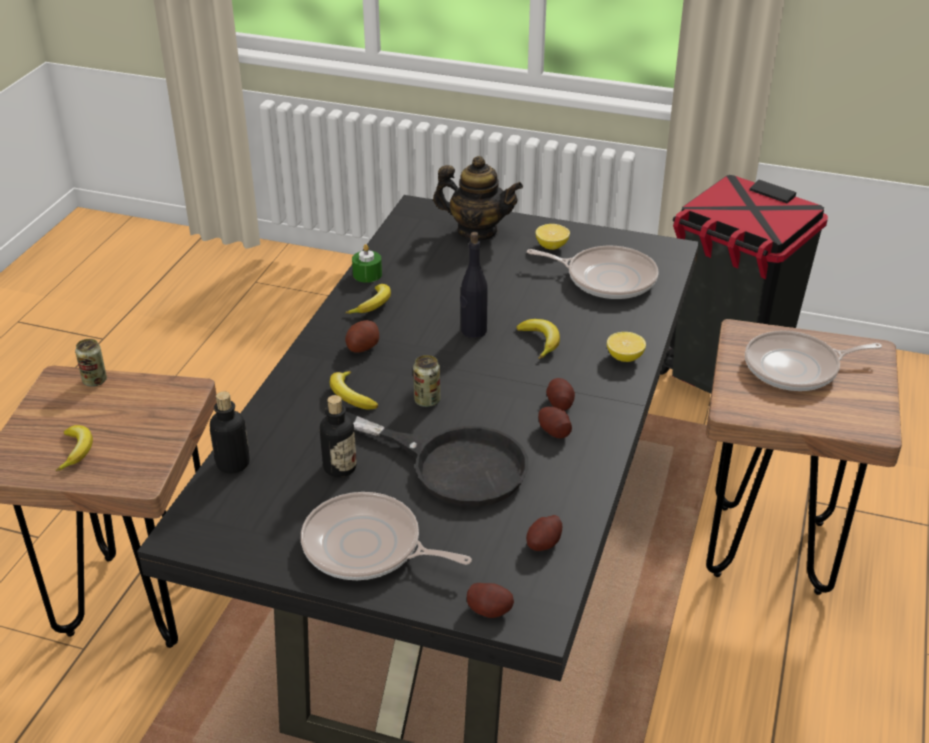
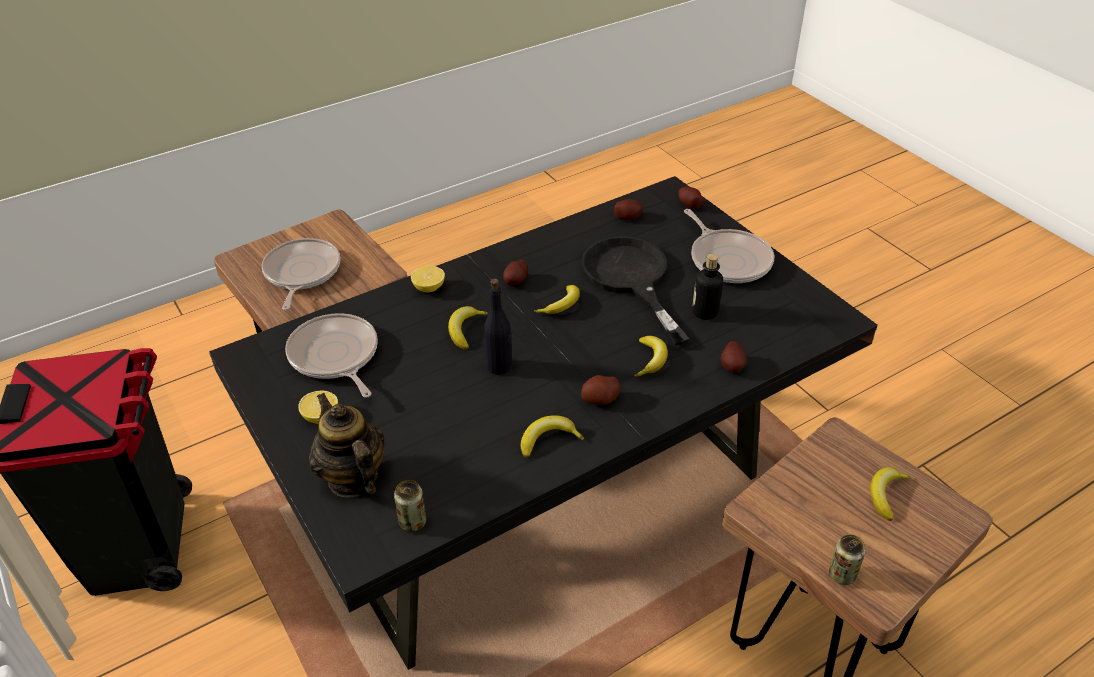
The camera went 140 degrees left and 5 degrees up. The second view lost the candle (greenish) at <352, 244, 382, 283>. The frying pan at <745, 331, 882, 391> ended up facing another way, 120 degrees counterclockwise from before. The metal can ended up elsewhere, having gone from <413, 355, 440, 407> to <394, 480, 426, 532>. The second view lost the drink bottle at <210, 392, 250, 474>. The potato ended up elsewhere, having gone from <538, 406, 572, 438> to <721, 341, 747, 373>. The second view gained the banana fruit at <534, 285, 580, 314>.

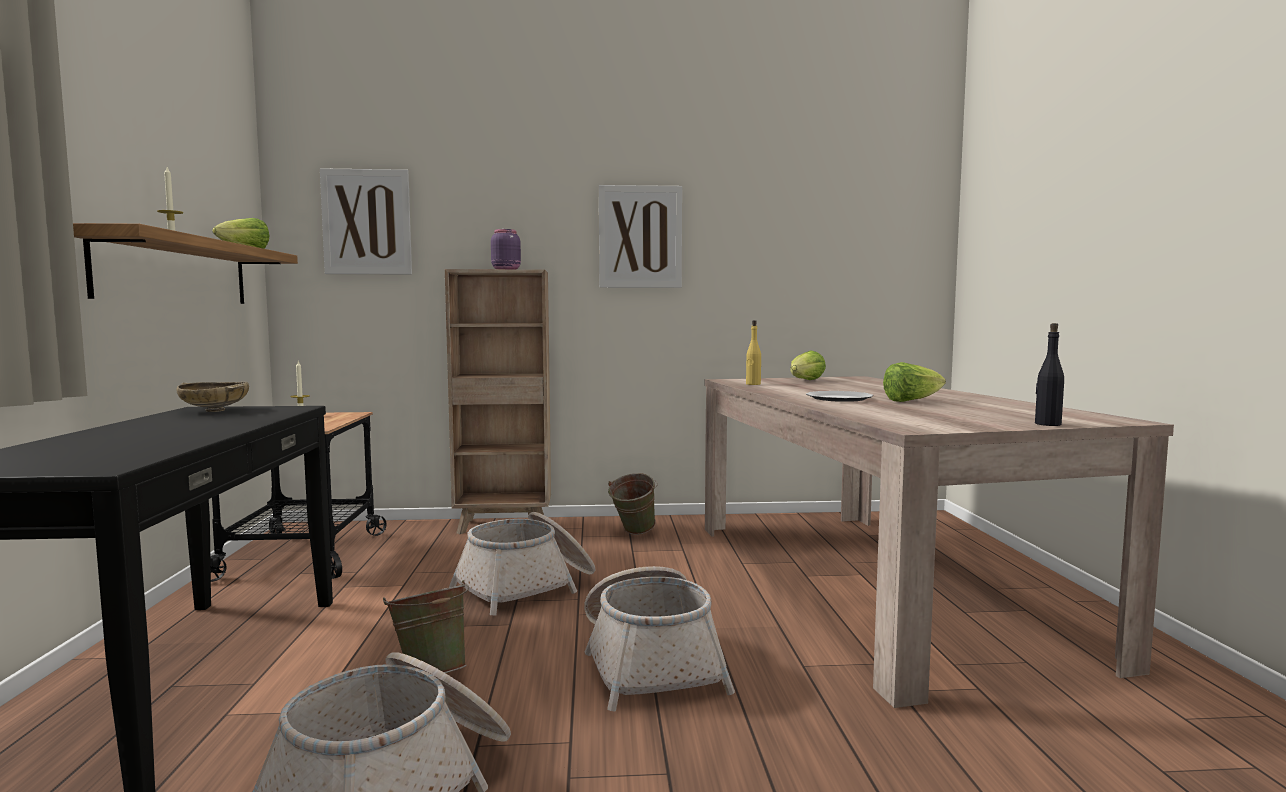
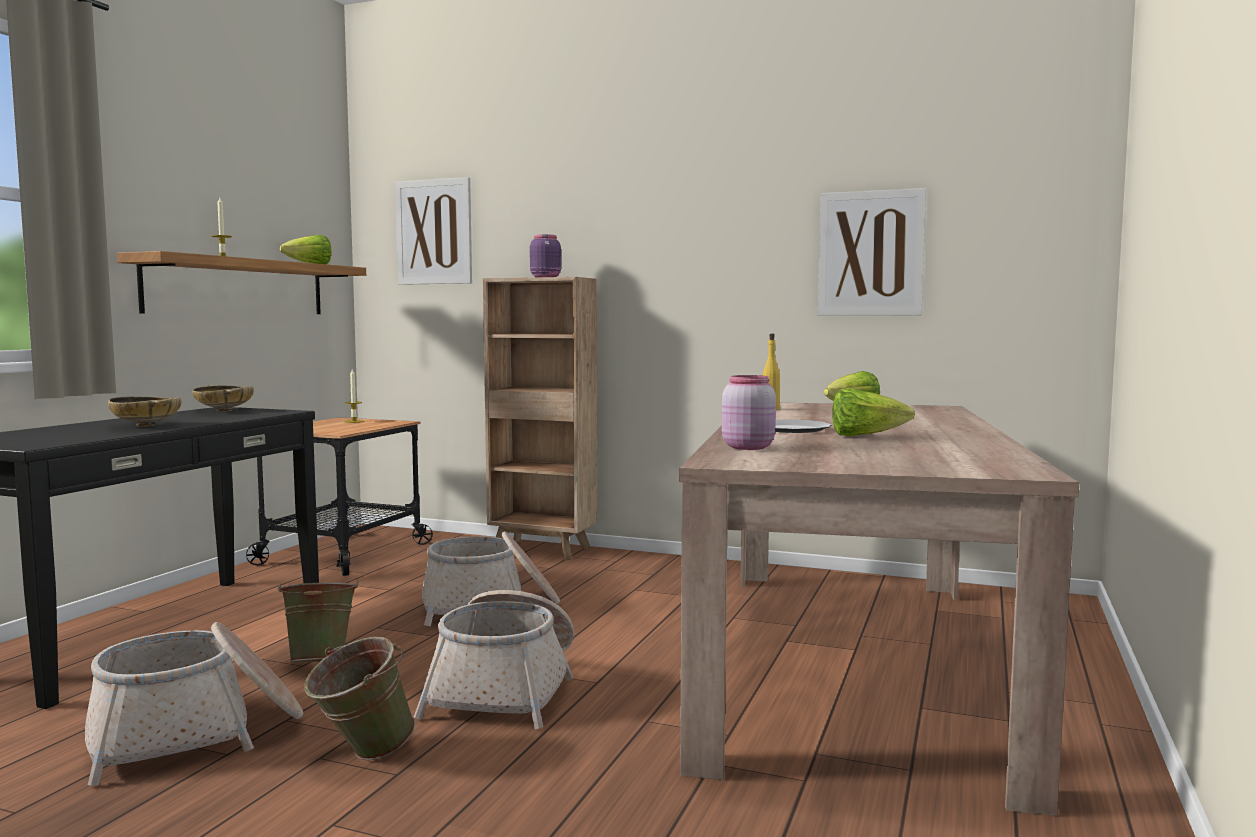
The camera went 25 degrees right and 0 degrees up. The picture ended up elsewhere, having gone from <599, 185, 682, 288> to <818, 188, 926, 316>. The second view lost the drink bottle (black-coloured) at <1035, 323, 1064, 426>. The bucket (greenish) ended up elsewhere, having gone from <608, 473, 658, 535> to <304, 637, 415, 760>. The second view gained the storage jar (pink-coloured) at <722, 375, 776, 450>. The second view gained the serving bowl (sand-coloured) at <108, 396, 182, 427>.

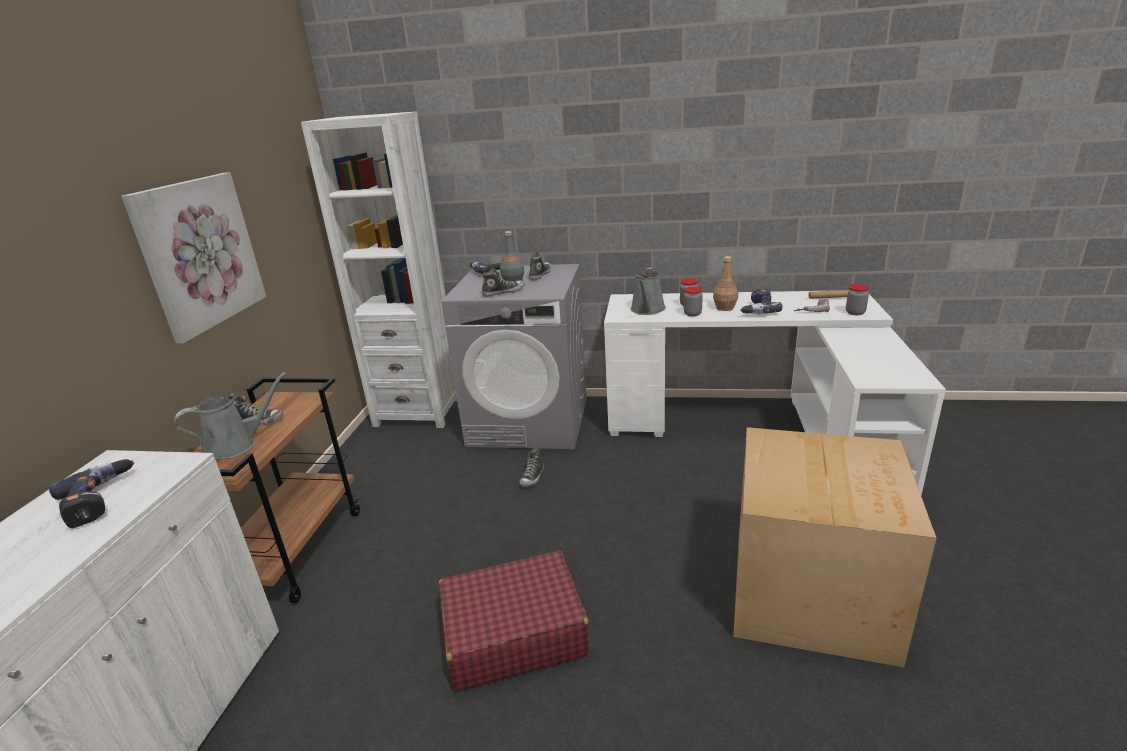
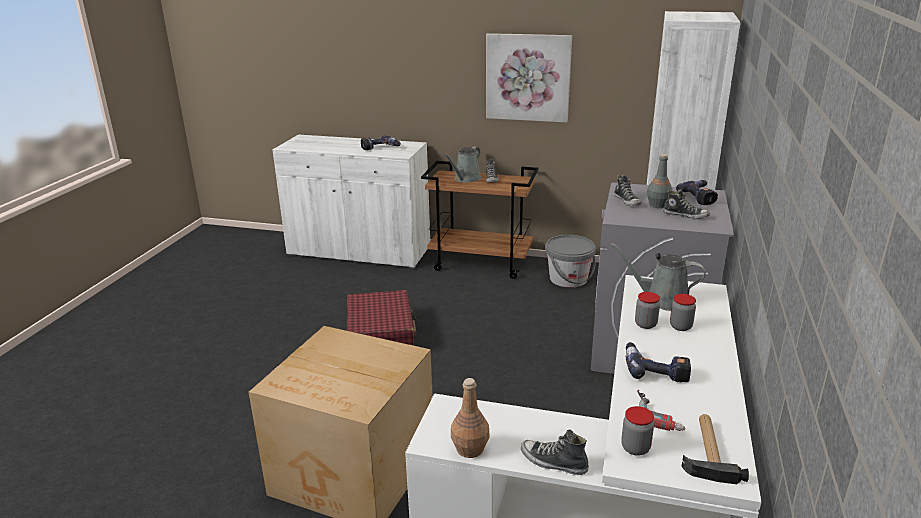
The camera went 95 degrees right and 0 degrees up. The drink bottle (brownish) ended up elsewhere, having gone from <713, 256, 738, 311> to <451, 378, 490, 458>. The watering pot (greyish) at <174, 372, 286, 459> ended up facing another way, 60 degrees clockwise from before. The low shoe ended up elsewhere, having gone from <519, 448, 544, 487> to <521, 430, 589, 475>. The second view gained the bucket (greyish) at <545, 235, 596, 288>.

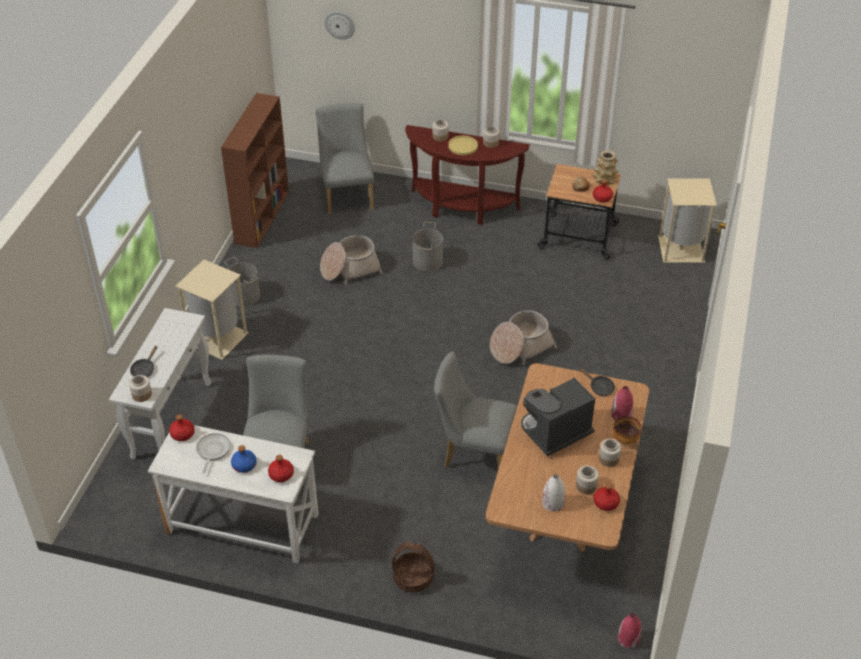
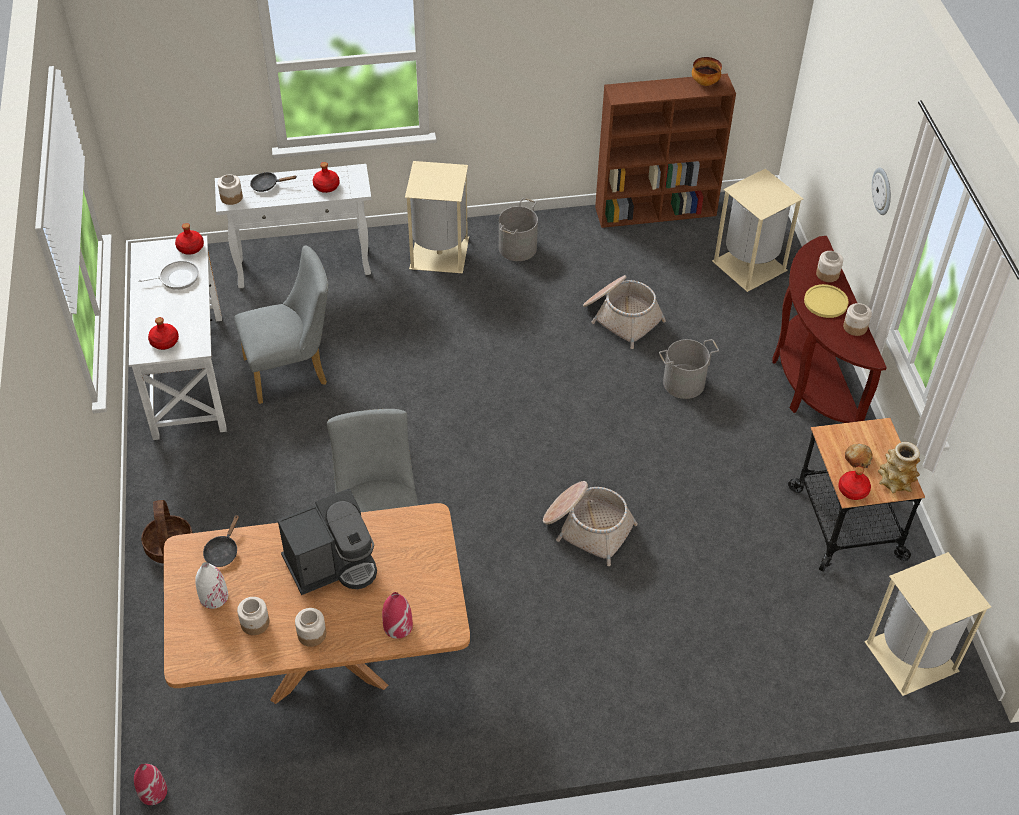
The camera went 65 degrees right and 5 degrees up. The wall clock ended up elsewhere, having gone from <324, 11, 355, 40> to <872, 168, 891, 215>. Where the chair (greyish) stood at <315, 103, 374, 215>, the rubbish bin (sand-coloured) came to stand at <712, 168, 803, 292>. The frying pan (black-coloured) ended up elsewhere, having gone from <579, 368, 615, 396> to <203, 515, 239, 567>. The coffee machine at <521, 377, 595, 456> ended up facing another way, 120 degrees clockwise from before. The serving bowl ended up elsewhere, having gone from <613, 416, 642, 444> to <692, 57, 722, 86>. The second view lost the drink bottle (blue) at <231, 445, 257, 473>. The drink bottle (reddish) ended up elsewhere, having gone from <594, 483, 620, 511> to <313, 162, 340, 193>.

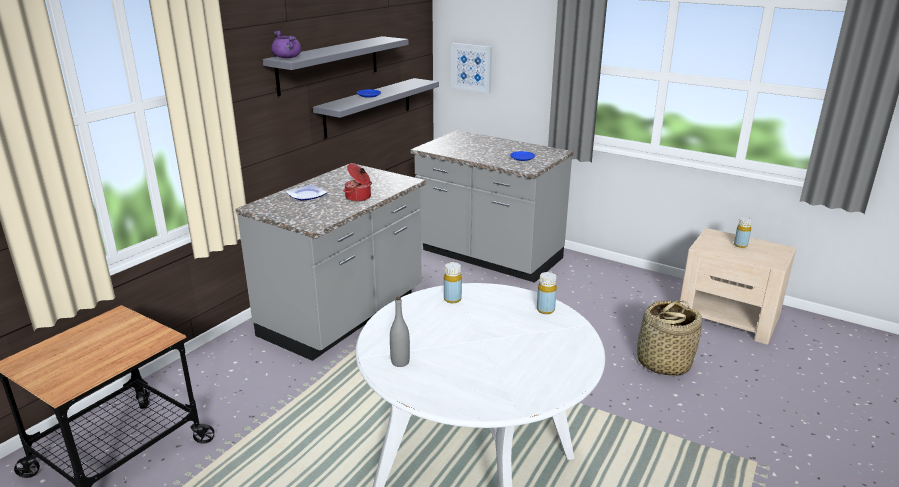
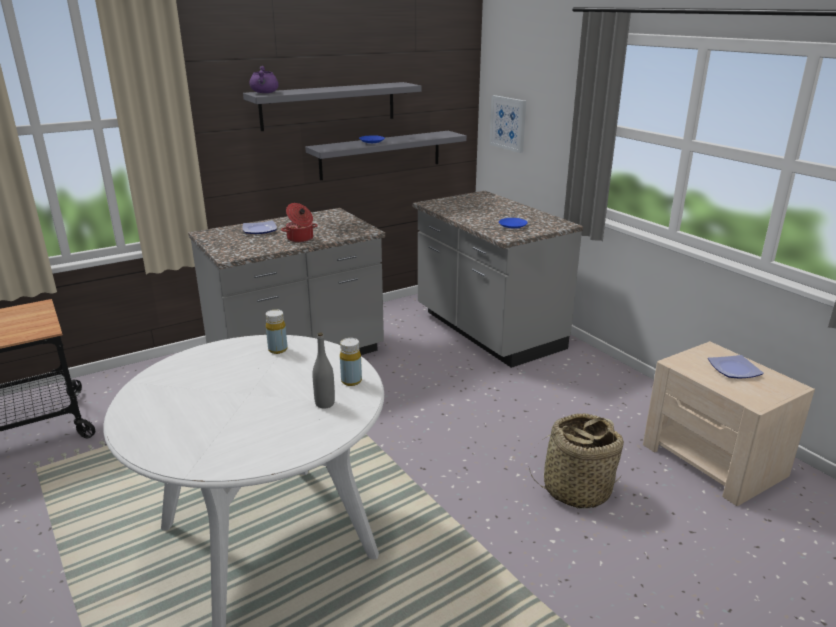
The camera went 25 degrees right and 0 degrees up. Where the drink bottle (yellow) stood at <734, 217, 752, 248>, the flat dish came to stand at <708, 355, 764, 379>. The drink bottle (greyish) ended up elsewhere, having gone from <390, 297, 410, 367> to <312, 332, 335, 408>.

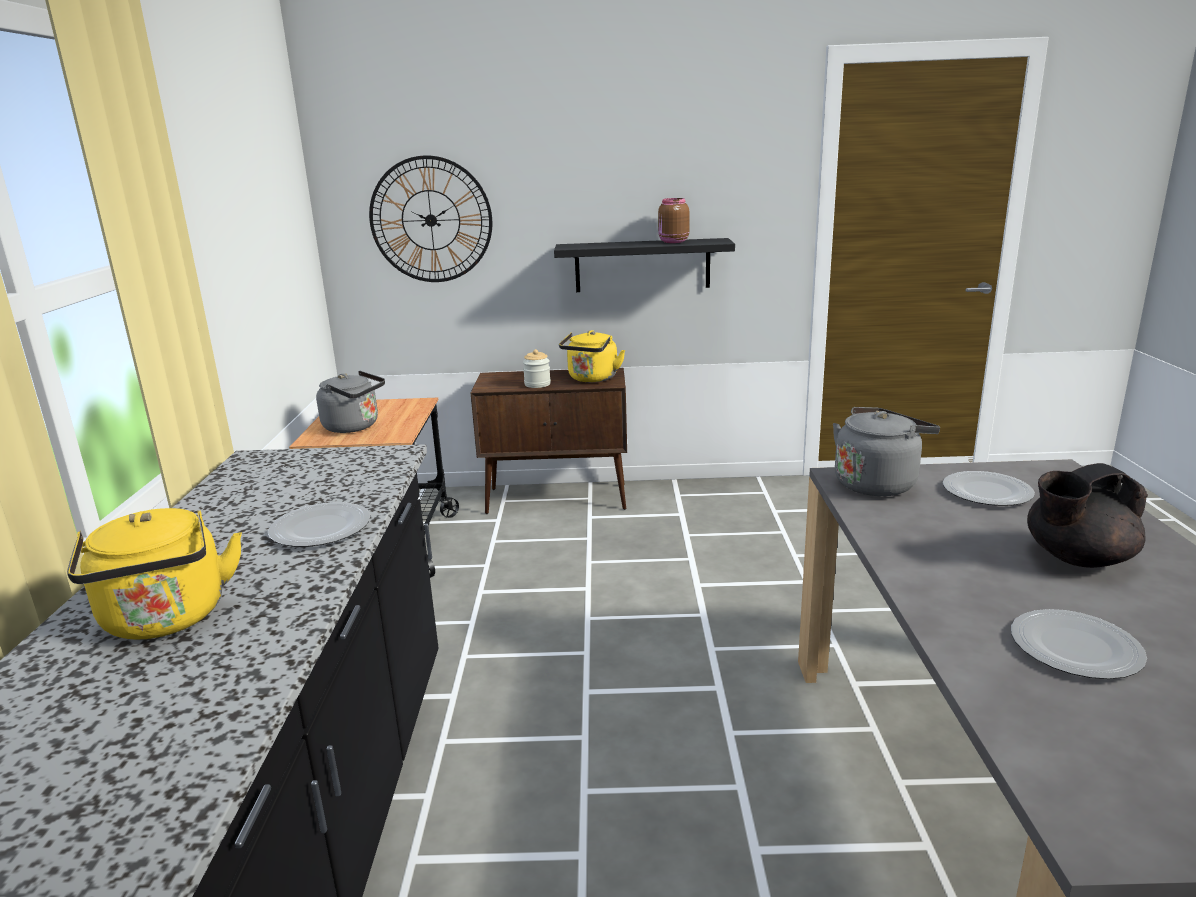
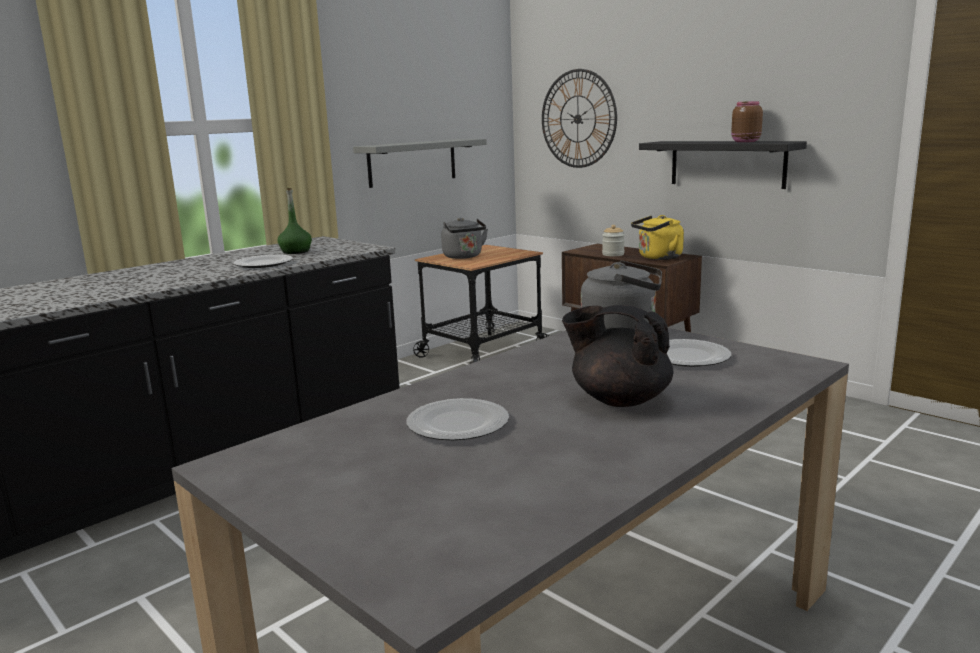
The camera went 45 degrees right and 5 degrees down. The second view lost the tea kettle (yellow) at <67, 508, 242, 639>. The second view gained the shelf (greyish) at <353, 139, 487, 188>. The second view gained the drink bottle (greenish) at <278, 188, 312, 254>.

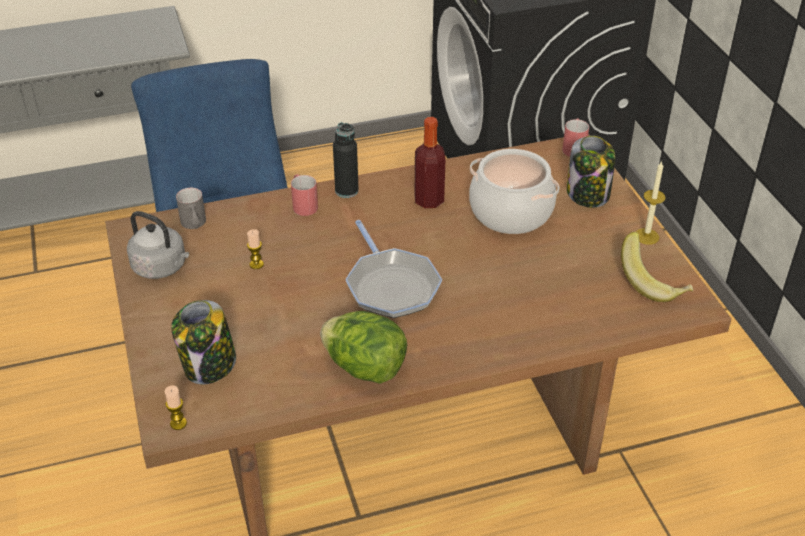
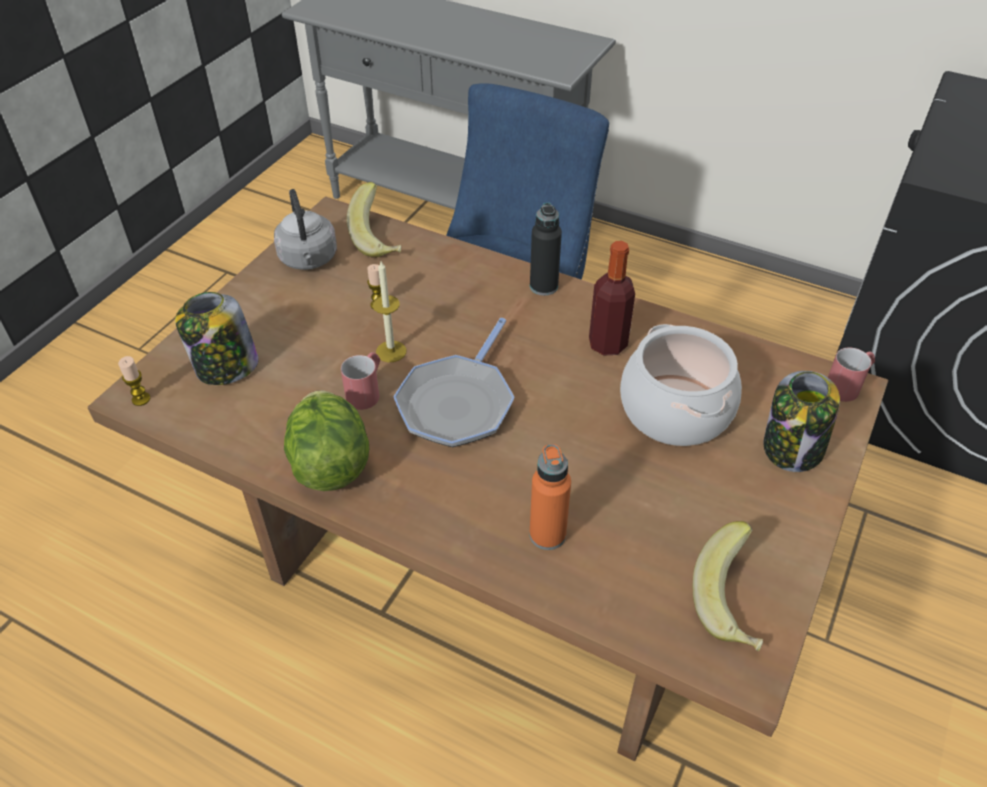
The camera went 45 degrees right and 5 degrees up. The candle ended up elsewhere, having gone from <636, 161, 666, 245> to <372, 261, 406, 362>. The tea mug (reddish) ended up elsewhere, having gone from <291, 174, 318, 216> to <341, 352, 380, 410>. Where the tea mug (greyish) stood at <176, 188, 206, 229>, the banana fruit came to stand at <347, 182, 401, 258>. The second view gained the drink bottle (orangey) at <529, 444, 571, 550>.

